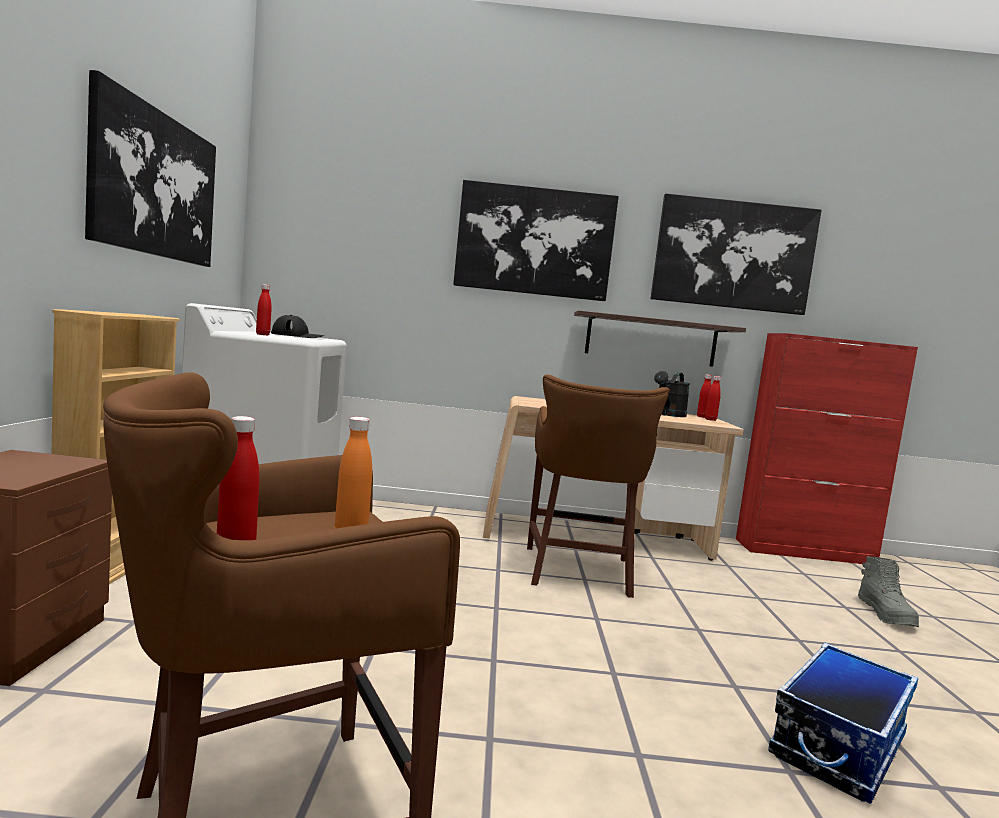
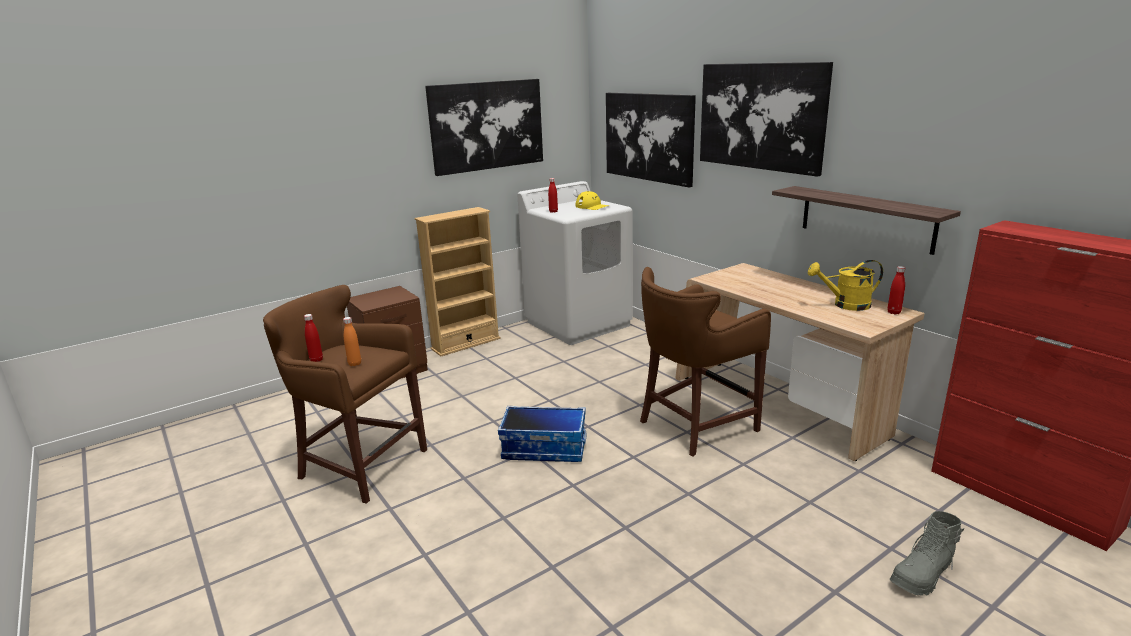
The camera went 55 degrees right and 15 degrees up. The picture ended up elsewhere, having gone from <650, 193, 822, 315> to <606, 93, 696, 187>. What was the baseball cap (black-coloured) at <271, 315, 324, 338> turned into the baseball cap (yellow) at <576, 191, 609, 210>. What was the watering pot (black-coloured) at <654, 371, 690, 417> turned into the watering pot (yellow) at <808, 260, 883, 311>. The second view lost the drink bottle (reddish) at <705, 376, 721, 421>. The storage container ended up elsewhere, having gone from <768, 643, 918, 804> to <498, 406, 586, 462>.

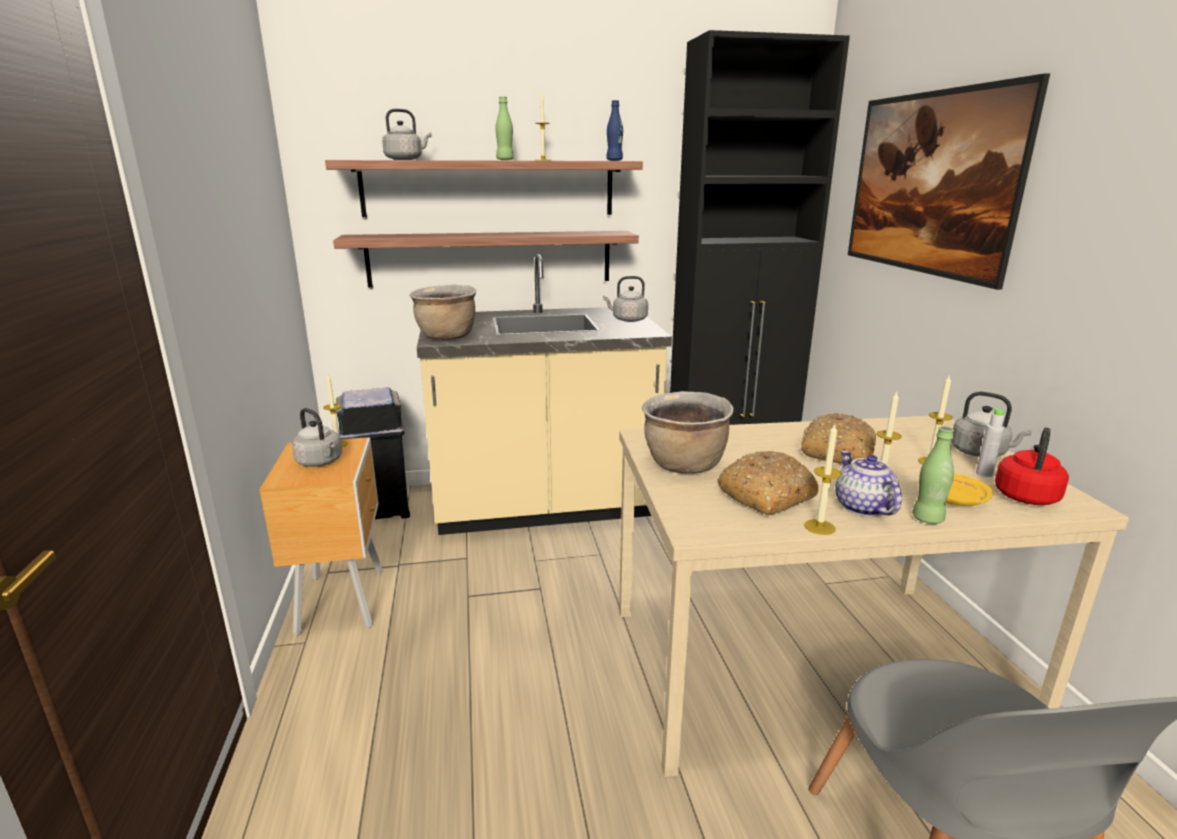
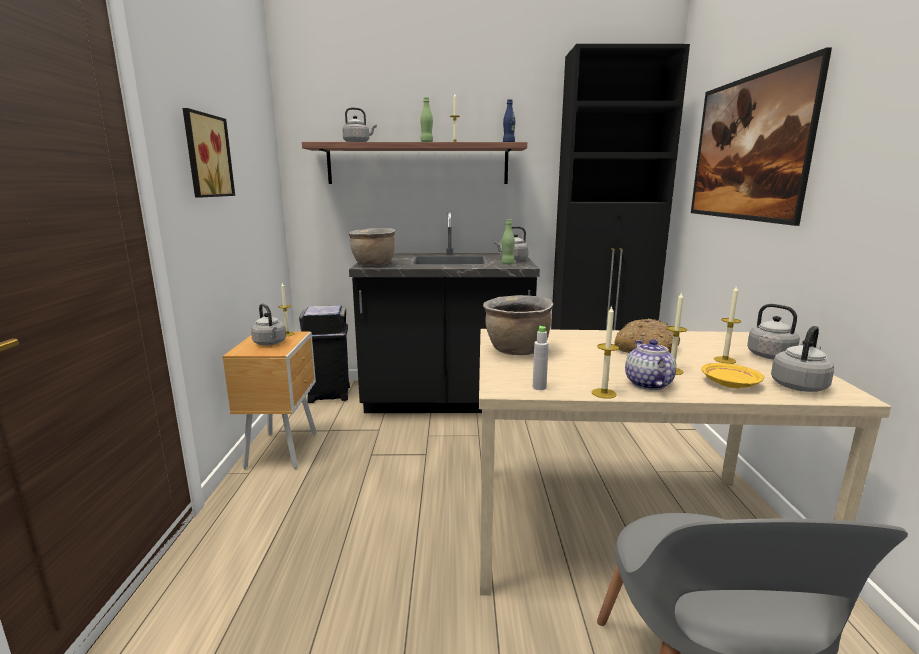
The camera went 10 degrees right and 5 degrees down. The second view lost the shelf at <333, 231, 639, 288>. What was the kitchen base unit (sand-coloured) at <417, 254, 672, 535> turned into the kitchen base unit (black-coloured) at <349, 211, 540, 413>. The drink bottle (greyish) ended up elsewhere, having gone from <976, 408, 1004, 477> to <533, 326, 549, 390>. The drink bottle (greenish) ended up elsewhere, having gone from <912, 426, 954, 524> to <502, 220, 515, 264>. What was the tea kettle (reddish) at <995, 427, 1069, 505> turned into the tea kettle (greyish) at <771, 326, 834, 392>. The second view lost the bread at <717, 451, 819, 515>. The second view gained the picture at <183, 108, 235, 198>.

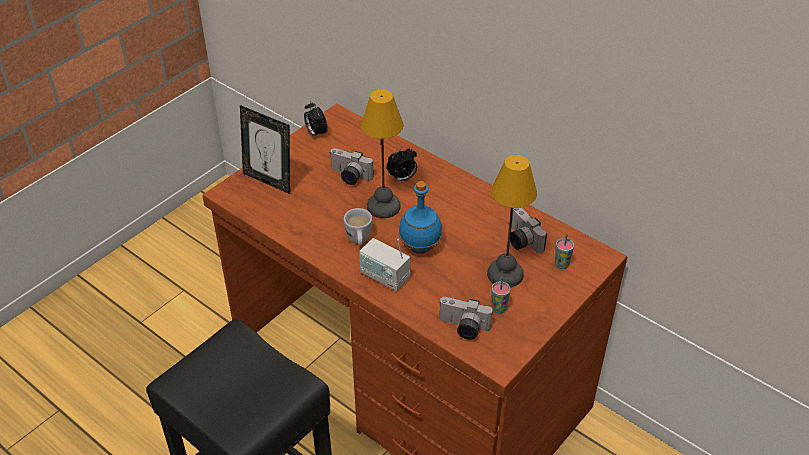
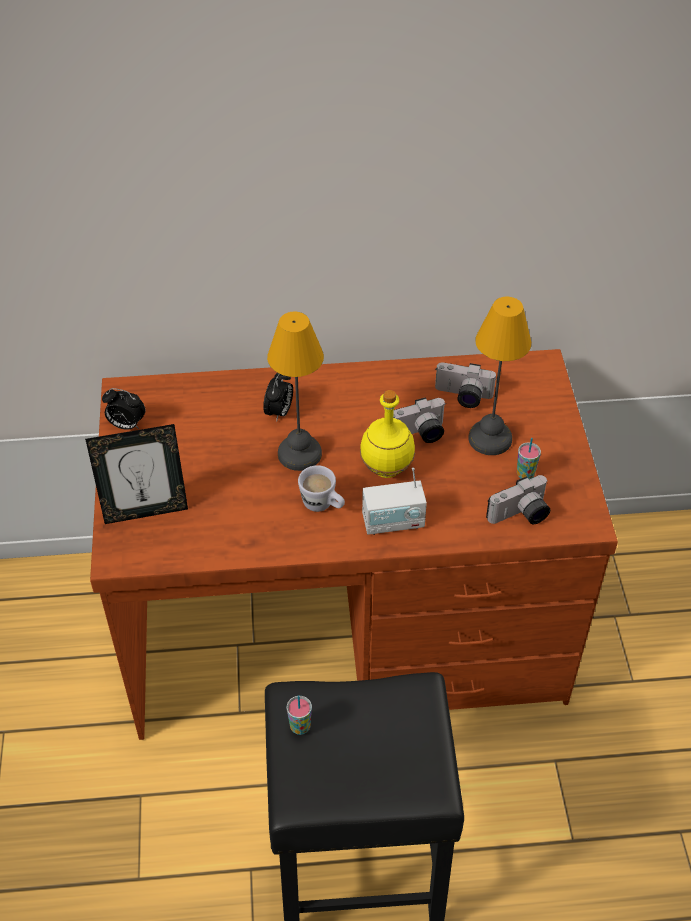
The camera went 45 degrees left and 5 degrees up. The still camera ended up elsewhere, having gone from <329, 148, 374, 185> to <393, 397, 445, 443>. What was the drink bottle (blue) at <399, 181, 442, 254> turned into the drink bottle (yellow) at <360, 390, 415, 478>. The cup ended up elsewhere, having gone from <555, 233, 574, 269> to <287, 695, 312, 735>.

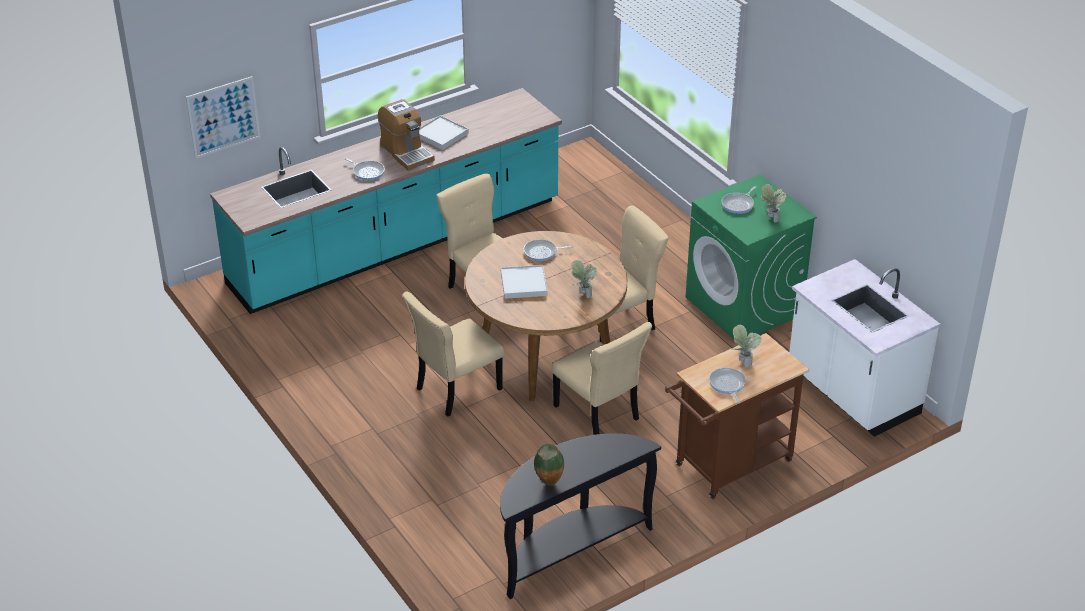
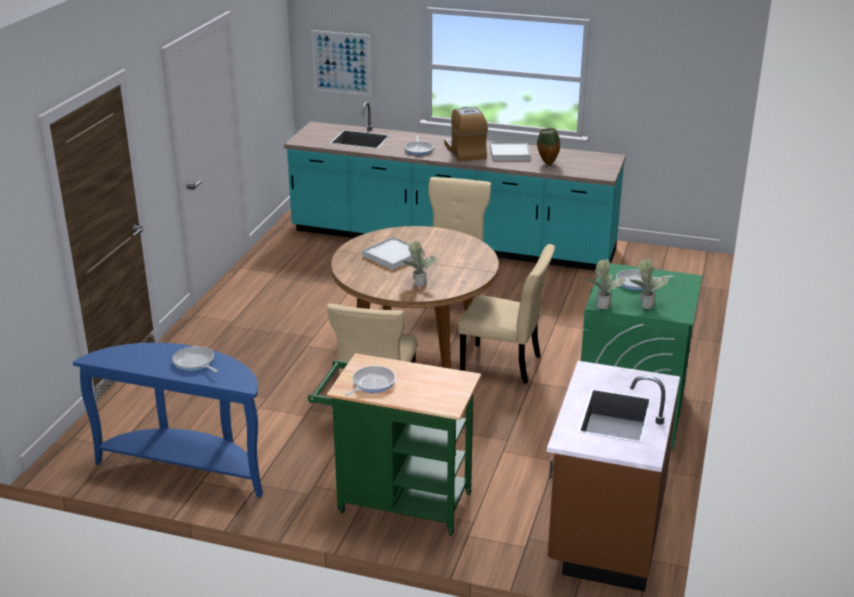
The camera went 50 degrees right and 10 degrees down. The coffee machine at <378, 99, 435, 171> ended up facing another way, 150 degrees clockwise from before. The frying pan ended up elsewhere, having gone from <524, 239, 573, 261> to <172, 346, 218, 372>. What was the kitchen base unit (whitish) at <789, 259, 940, 437> turned into the kitchen base unit (brownish) at <547, 361, 680, 592>. The second view lost the chair (sand-coloured) at <402, 291, 504, 417>. The potted plant ended up elsewhere, having gone from <731, 325, 762, 367> to <587, 259, 625, 309>. What was the trolley (brownish) at <665, 333, 809, 499> turned into the trolley (greenish) at <308, 353, 481, 536>. What was the hall table (black-coloured) at <500, 433, 661, 599> turned into the hall table (blue) at <73, 343, 263, 498>. The flower vase ended up elsewhere, having gone from <534, 444, 564, 486> to <537, 128, 560, 165>.

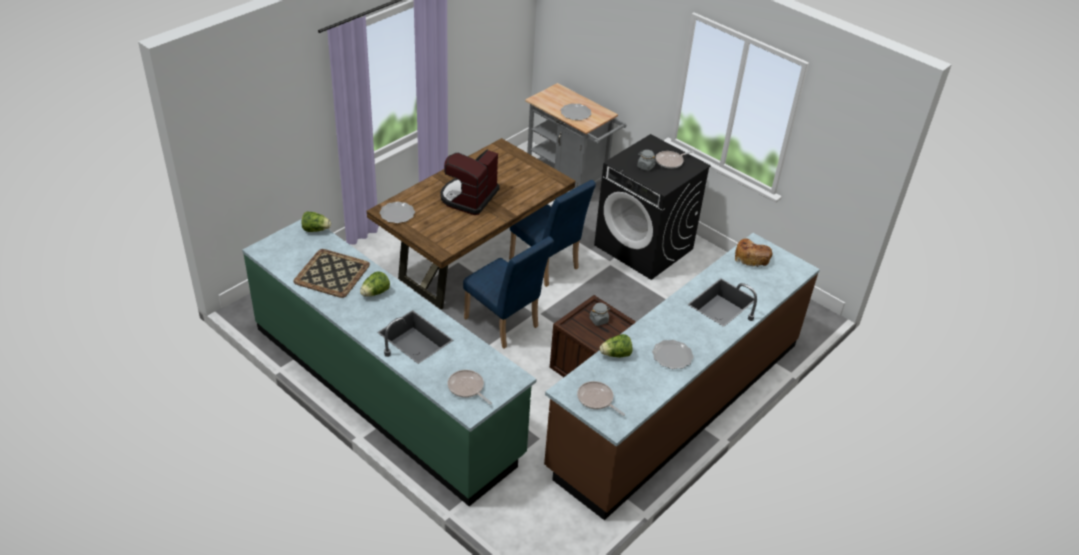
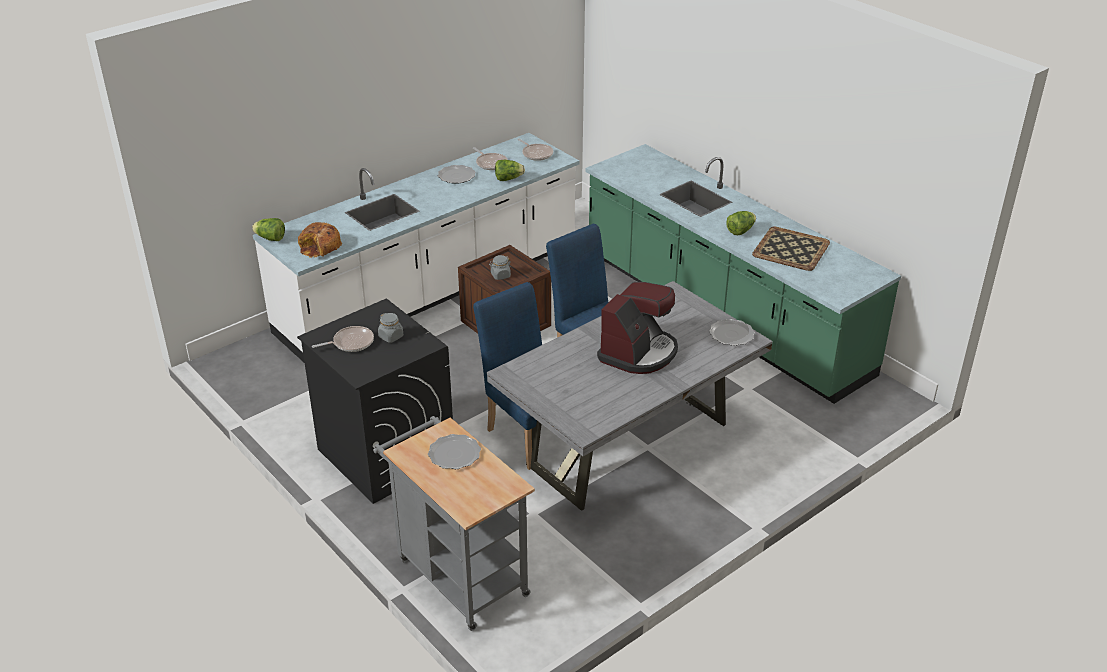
The camera went 170 degrees left and 5 degrees down. What was the dining table (brownish) at <367, 138, 575, 309> turned into the dining table (greyish) at <487, 281, 773, 511>. The lettuce ended up elsewhere, having gone from <302, 211, 331, 232> to <252, 218, 285, 241>. What was the kitchen base unit (brownish) at <544, 233, 820, 520> turned into the kitchen base unit (whitish) at <253, 133, 580, 362>. The frying pan ended up elsewhere, having gone from <448, 370, 492, 405> to <473, 147, 507, 170>.

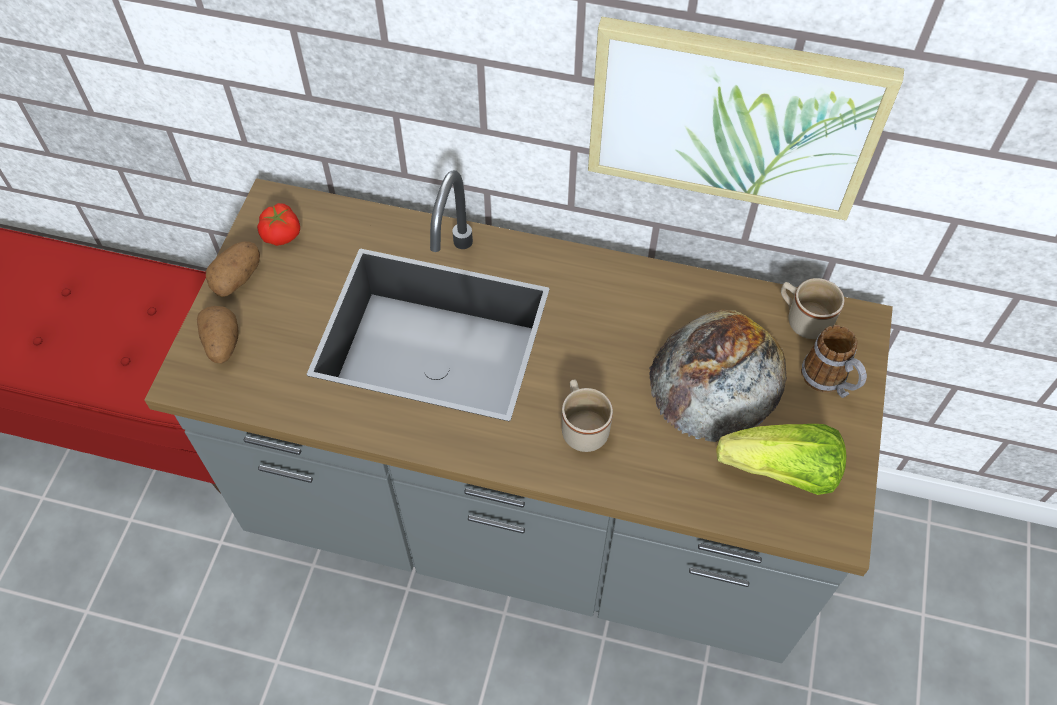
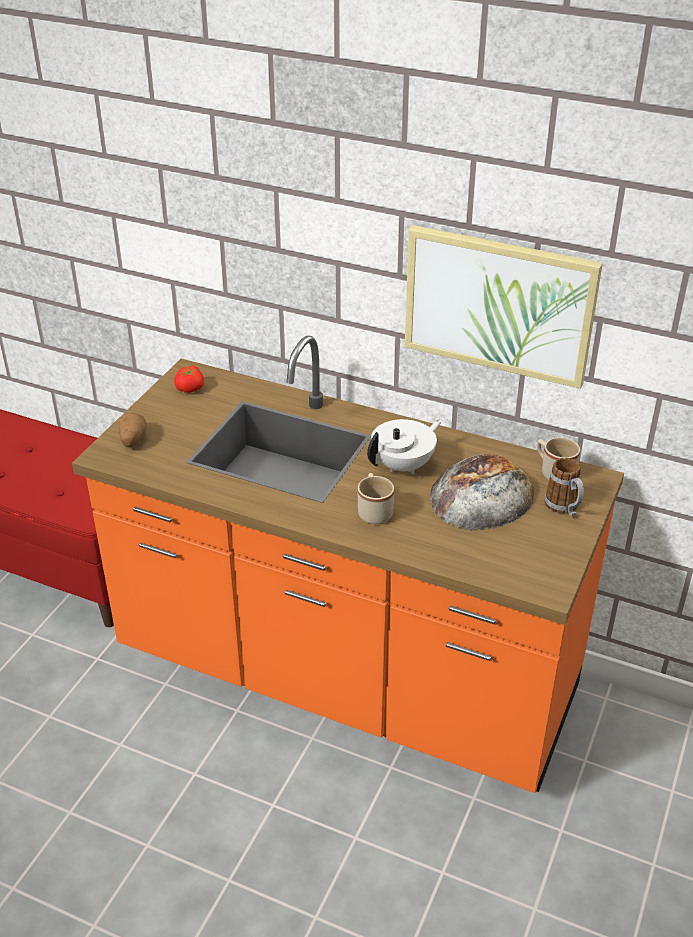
The camera went 10 degrees right and 20 degrees down. What was the kitchen base unit (greyish) at <144, 170, 893, 663> turned into the kitchen base unit (orangey) at <72, 336, 624, 793>. The second view lost the potato at <206, 242, 260, 297>. The second view lost the lettuce at <716, 424, 846, 495>. The second view gained the pot for tea (whitish) at <367, 419, 442, 475>.

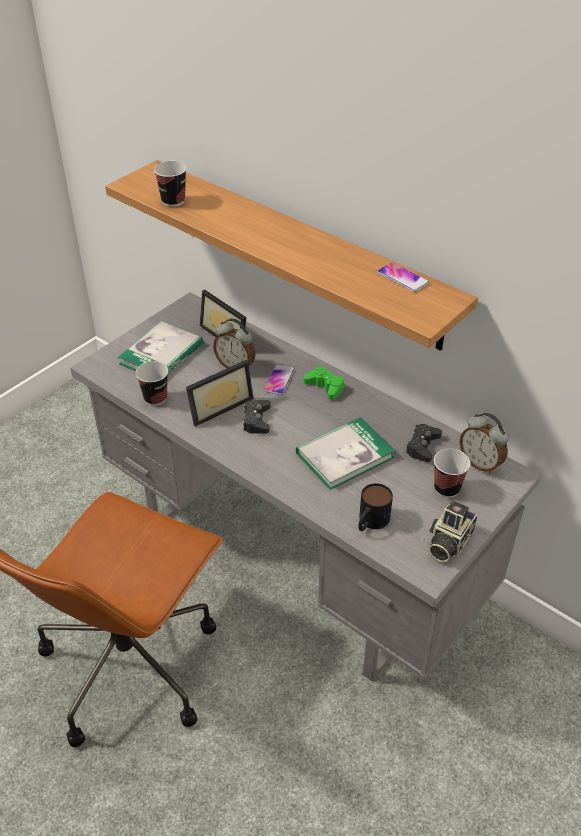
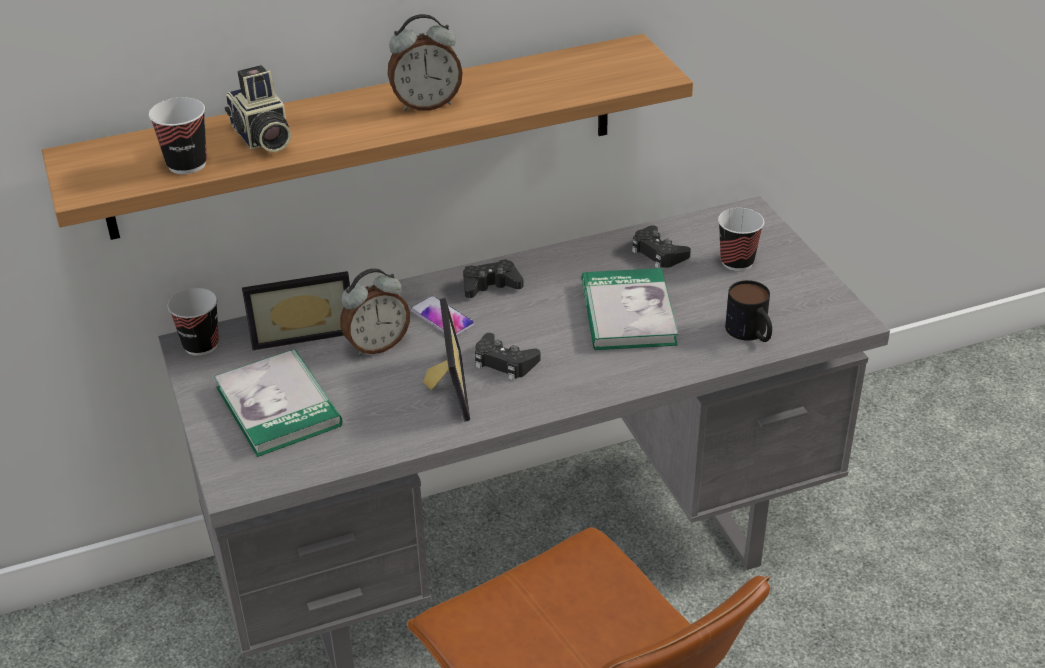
The camera went 60 degrees left and 5 degrees down. The second view lost the handset at <377, 262, 429, 292>. The cup ended up elsewhere, having gone from <136, 361, 168, 406> to <168, 288, 219, 356>. What was the gamepad (greenish) at <303, 367, 344, 400> turned into the gamepad (black-coloured) at <463, 259, 524, 298>. The bedside clock ended up elsewhere, having gone from <460, 413, 509, 474> to <388, 14, 463, 111>. The still camera ended up elsewhere, having gone from <428, 500, 478, 562> to <225, 65, 291, 152>.

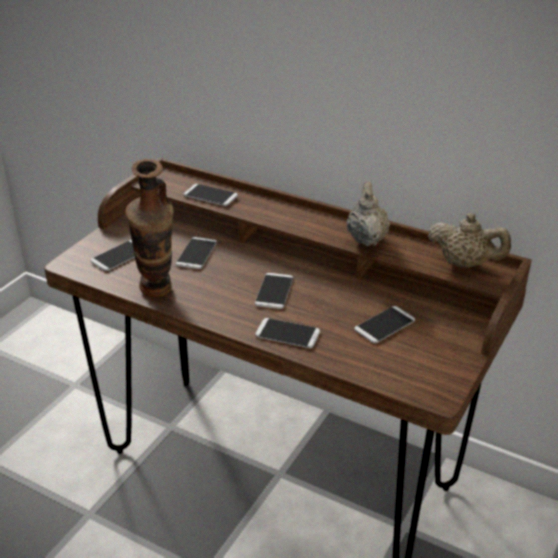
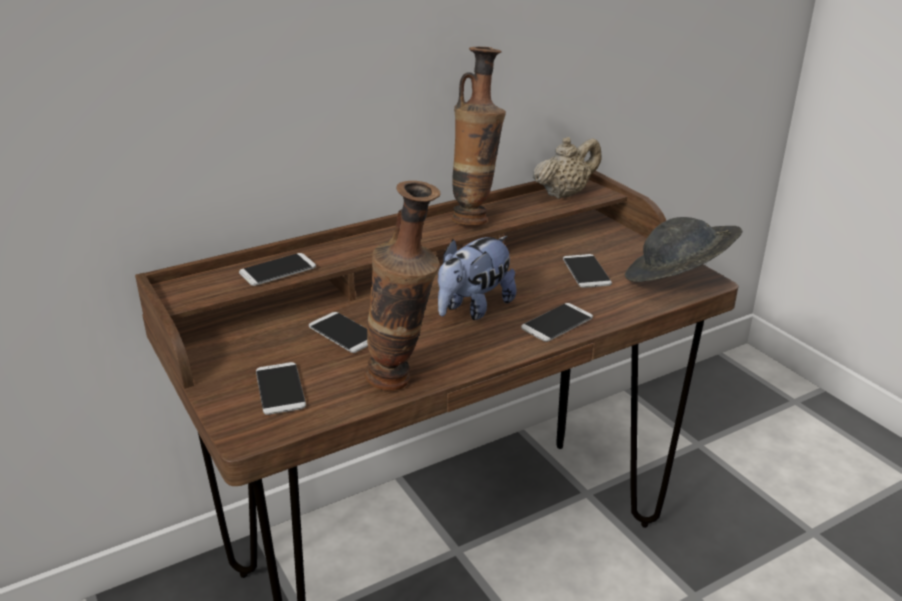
The camera went 60 degrees left and 5 degrees down. Where the pot for tea (sand-coloured) stood at <347, 182, 390, 246>, the flower vase came to stand at <452, 47, 506, 225>. Where the handset stood at <255, 273, 293, 309>, the plush toy came to stand at <438, 236, 516, 320>. The second view gained the clothing hat (greyish) at <625, 217, 743, 282>.

